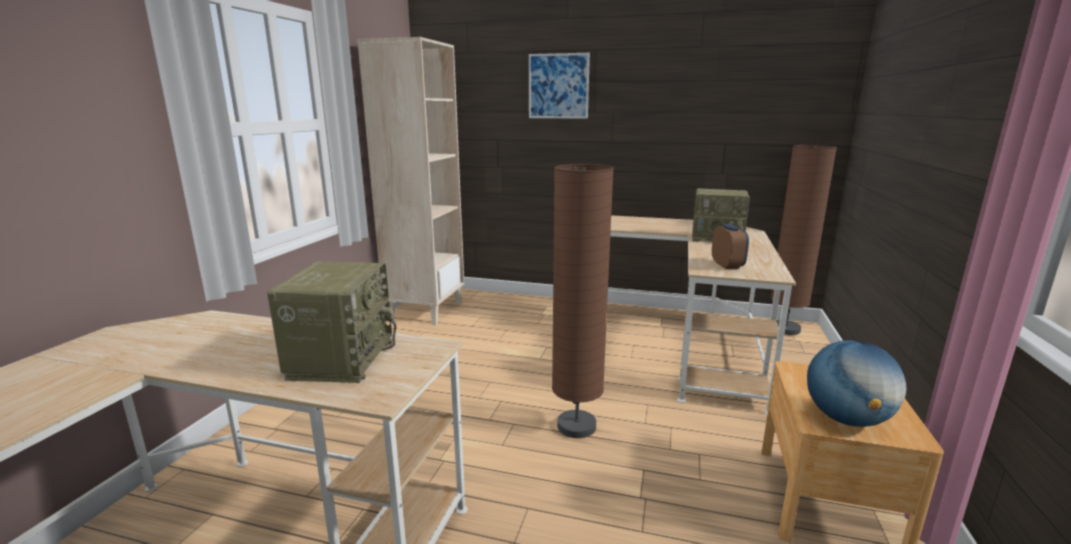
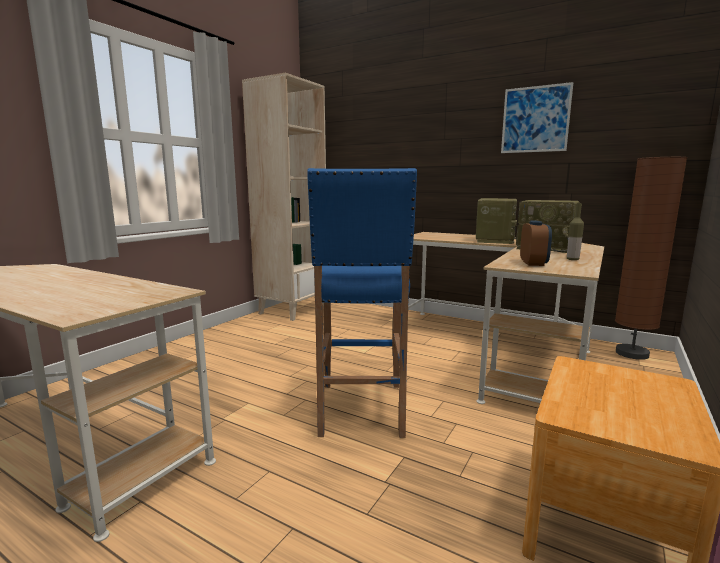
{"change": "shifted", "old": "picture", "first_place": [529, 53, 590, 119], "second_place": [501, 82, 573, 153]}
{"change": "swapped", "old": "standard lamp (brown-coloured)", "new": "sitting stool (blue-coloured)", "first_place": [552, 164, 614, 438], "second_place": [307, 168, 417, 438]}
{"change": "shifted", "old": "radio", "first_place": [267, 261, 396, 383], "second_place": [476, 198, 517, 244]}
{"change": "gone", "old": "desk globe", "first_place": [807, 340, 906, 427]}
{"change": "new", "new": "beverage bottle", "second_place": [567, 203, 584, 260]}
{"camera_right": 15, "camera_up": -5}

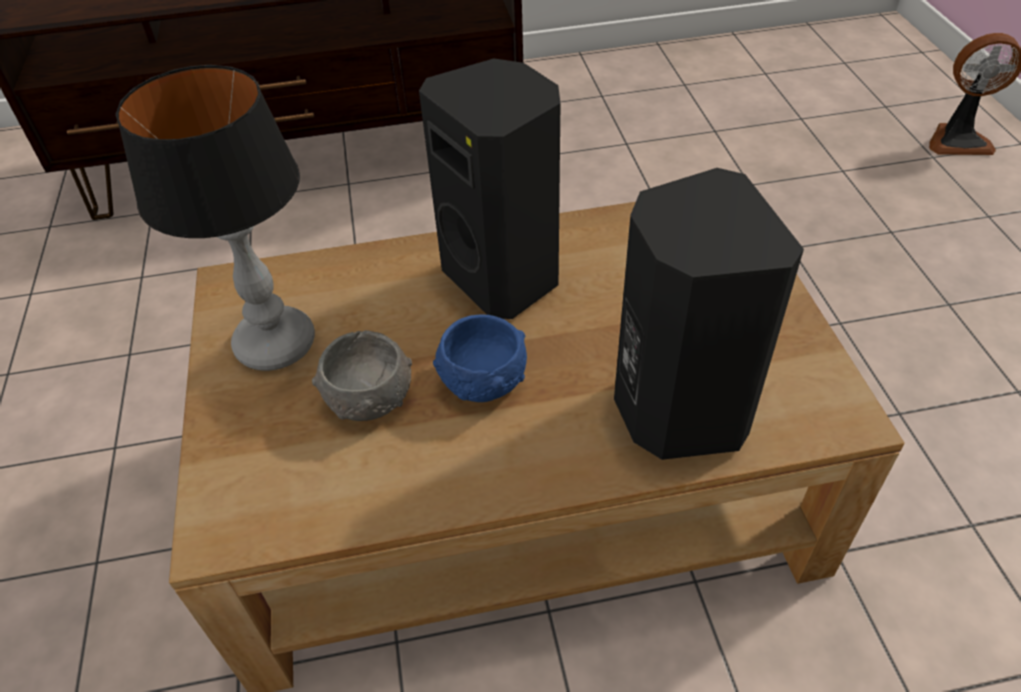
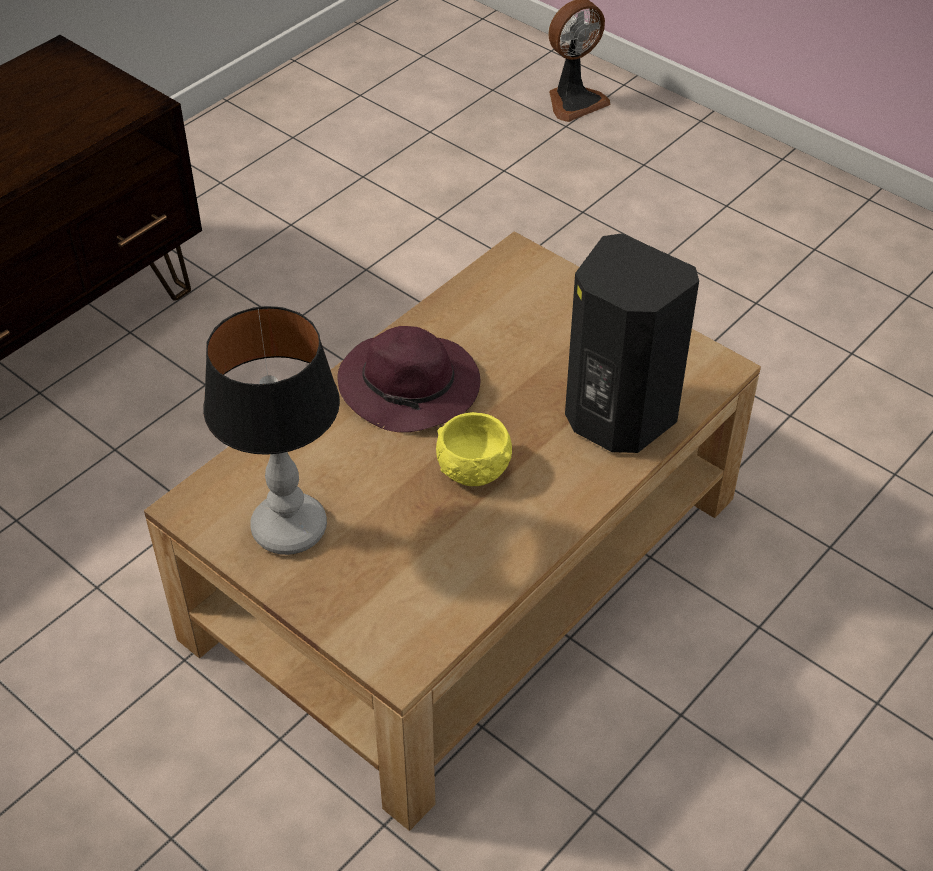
{"change": "swapped", "old": "loudspeaker (black)", "new": "wearable hat (purplish)", "first_place": [419, 58, 560, 319], "second_place": [337, 326, 481, 432]}
{"change": "repainted", "old": "deep dish (blue-coloured)", "new": "deep dish (yellowish)", "first_place": [433, 314, 527, 402], "second_place": [436, 412, 512, 486]}
{"change": "gone", "old": "deep dish (gray)", "first_place": [312, 330, 412, 421]}
{"camera_right": -40, "camera_up": 0}

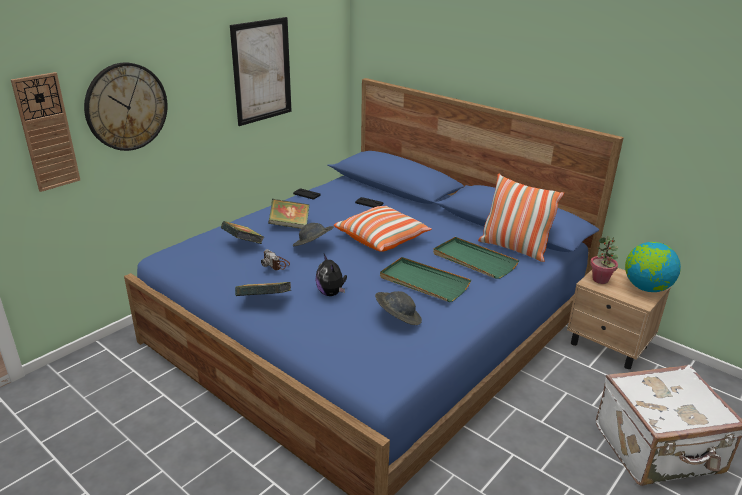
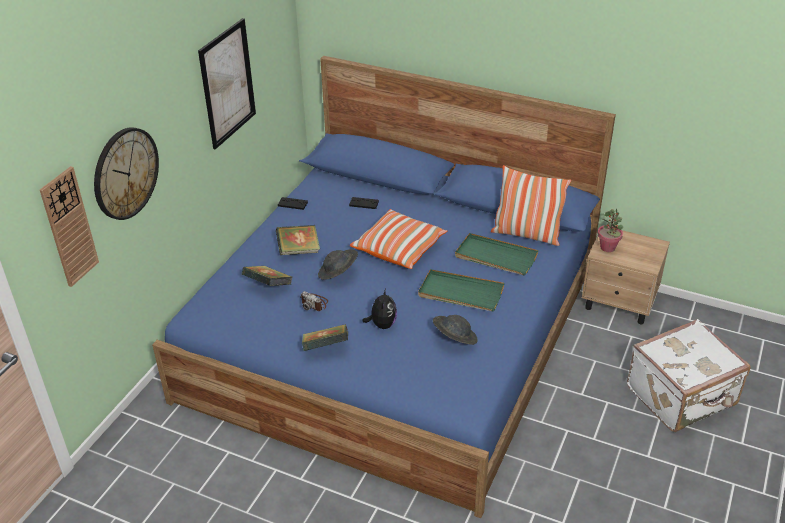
{"change": "gone", "old": "desk globe", "first_place": [625, 242, 681, 292]}
{"change": "rotated", "old": "soft toy", "first_place": [315, 254, 347, 296], "second_place": [362, 288, 397, 329], "degrees": -135}
{"camera_right": -15, "camera_up": 10}

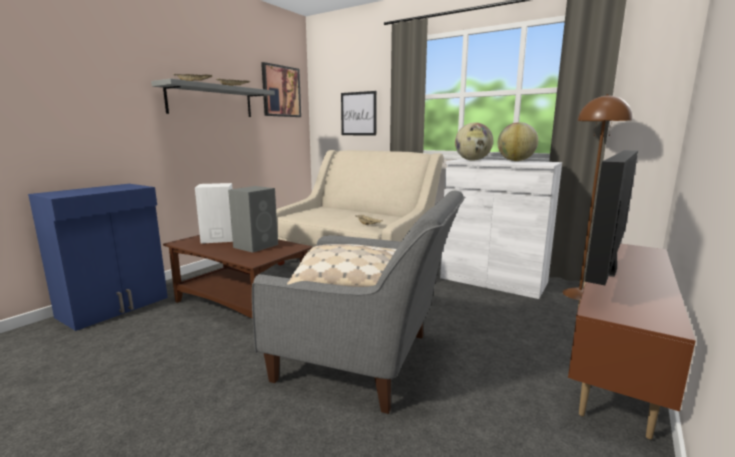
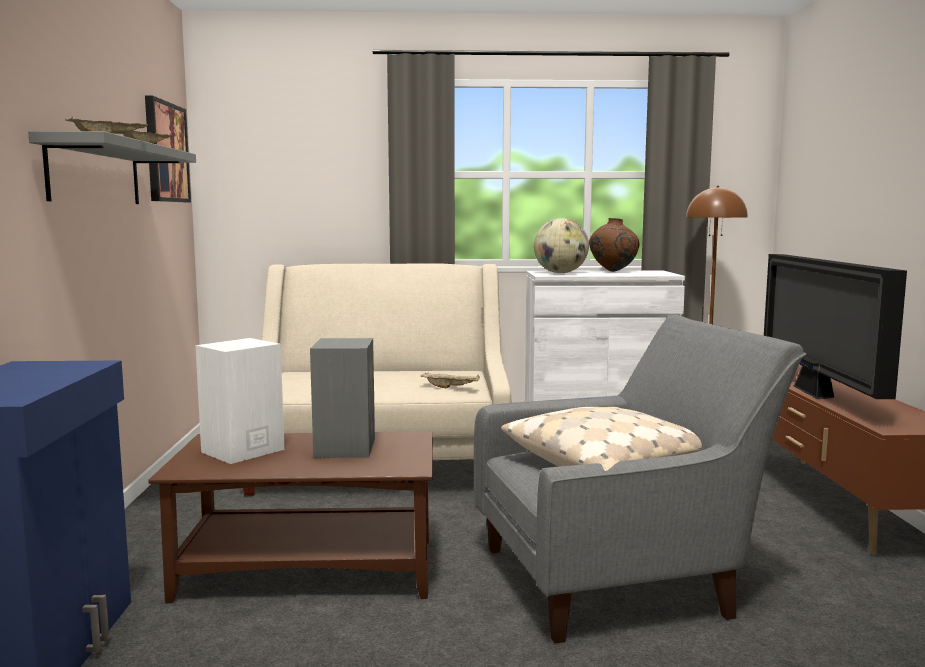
{"change": "gone", "old": "picture", "first_place": [341, 91, 377, 136]}
{"change": "swapped", "old": "desk globe", "new": "decorative vase (brown-coloured)", "first_place": [498, 122, 538, 161], "second_place": [589, 218, 639, 272]}
{"camera_right": -35, "camera_up": -5}

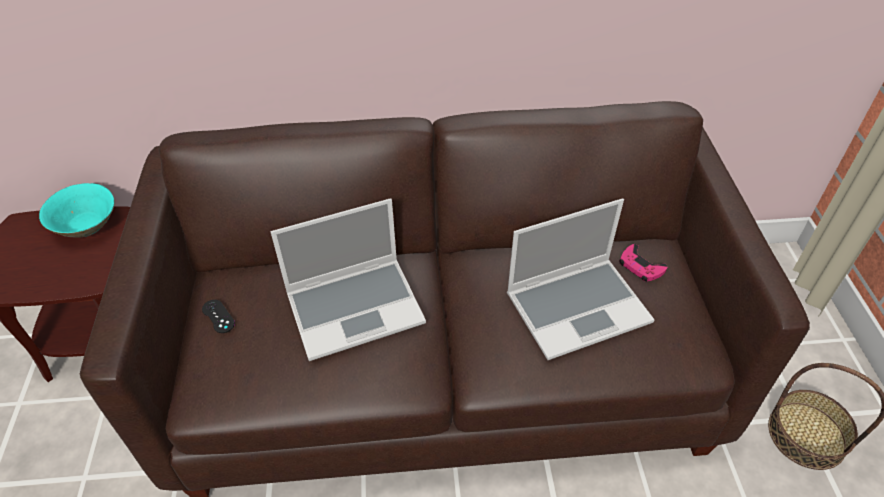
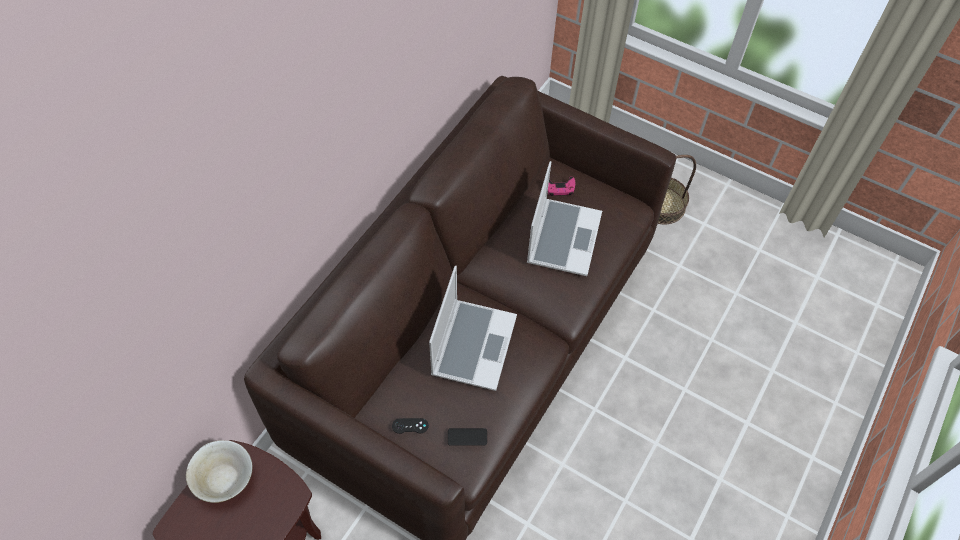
{"change": "repainted", "old": "deep dish (blue-green)", "new": "deep dish (beige)", "first_place": [39, 183, 115, 238], "second_place": [186, 440, 253, 503]}
{"change": "new", "new": "phone", "second_place": [448, 428, 487, 446]}
{"camera_right": -55, "camera_up": 10}

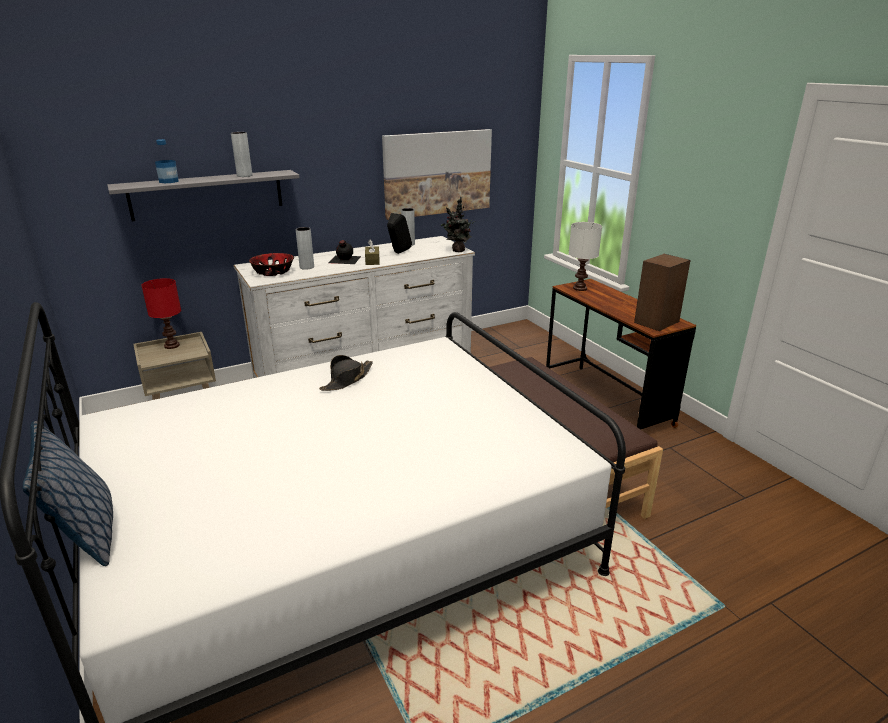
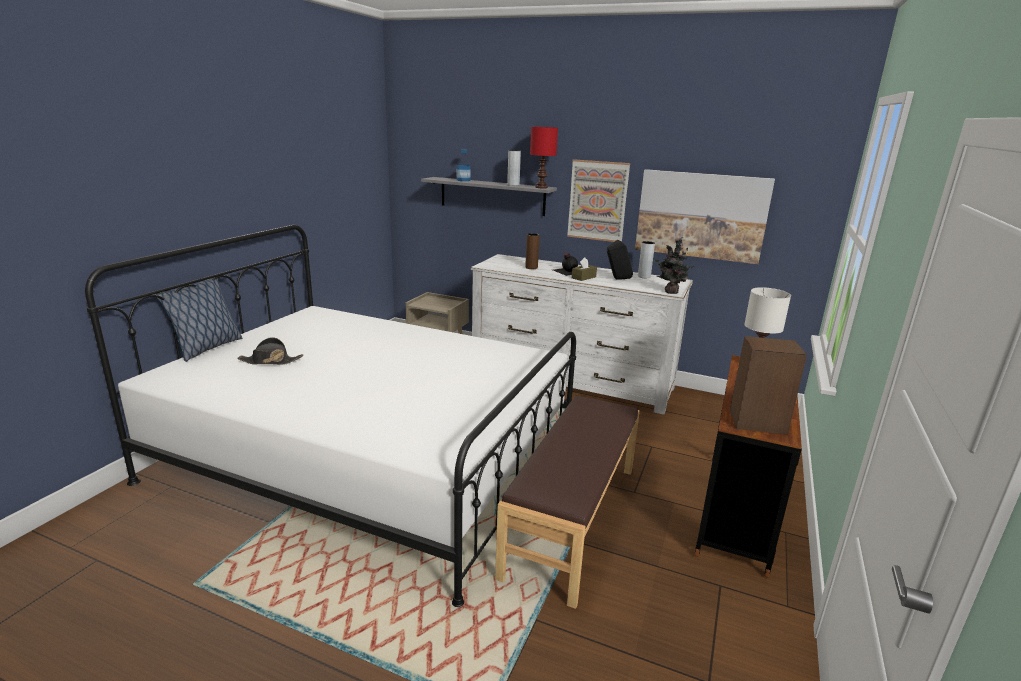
{"change": "repainted", "old": "decorative vase (gray)", "new": "decorative vase (brown-coloured)", "first_place": [296, 227, 314, 270], "second_place": [525, 233, 540, 269]}
{"change": "gone", "old": "deep dish", "first_place": [249, 253, 294, 276]}
{"change": "shifted", "old": "tabletop lamp (red)", "first_place": [141, 278, 181, 349], "second_place": [530, 127, 558, 188]}
{"change": "shifted", "old": "wearable hat (black)", "first_place": [319, 355, 373, 391], "second_place": [237, 337, 303, 365]}
{"change": "new", "new": "picture", "second_place": [567, 159, 630, 242]}
{"camera_right": 50, "camera_up": -5}

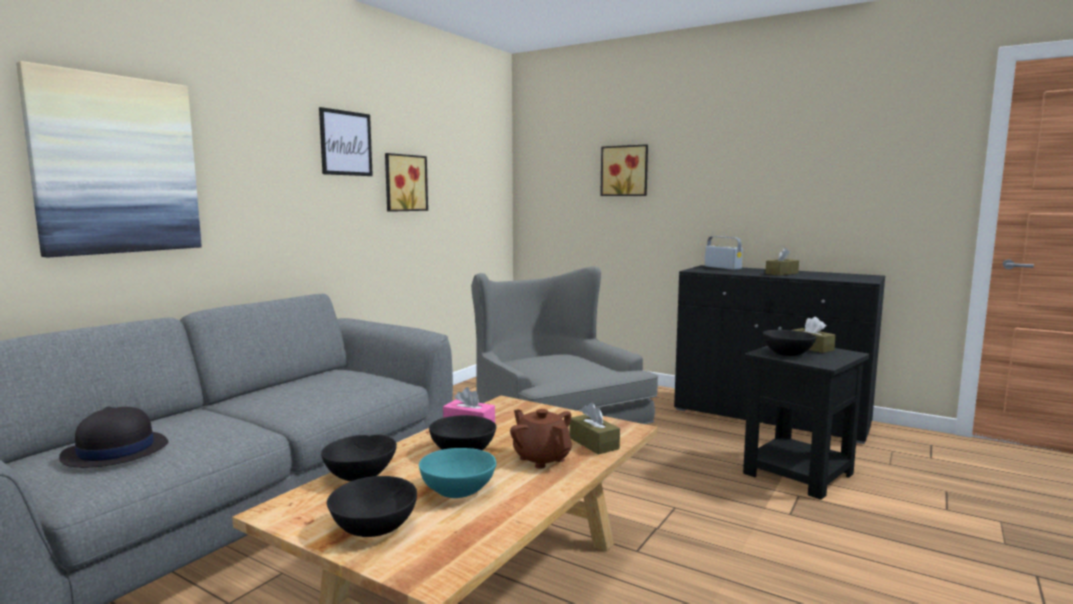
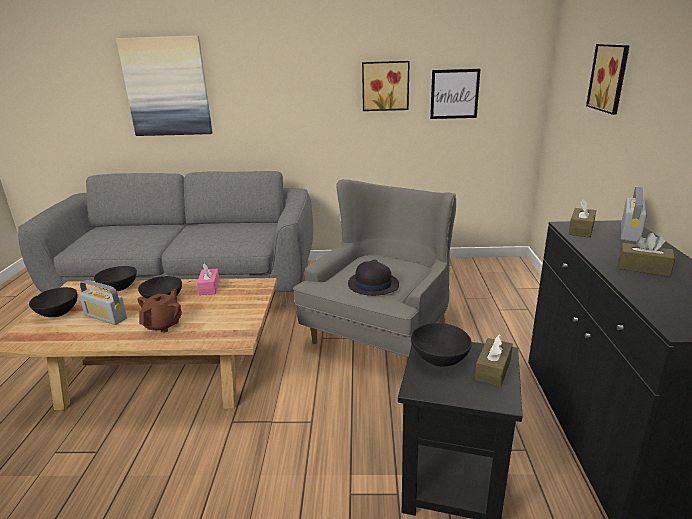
{"change": "shifted", "old": "picture", "first_place": [319, 107, 373, 176], "second_place": [430, 69, 480, 119]}
{"change": "shifted", "old": "tissue box (brown-coloured)", "first_place": [570, 403, 620, 455], "second_place": [568, 199, 596, 238]}
{"change": "shifted", "old": "wearable hat (black)", "first_place": [59, 407, 169, 468], "second_place": [348, 259, 399, 296]}
{"change": "swapped", "old": "deep dish (blue-green)", "new": "radio", "first_place": [419, 448, 496, 498], "second_place": [79, 280, 127, 325]}
{"camera_right": 60, "camera_up": 15}

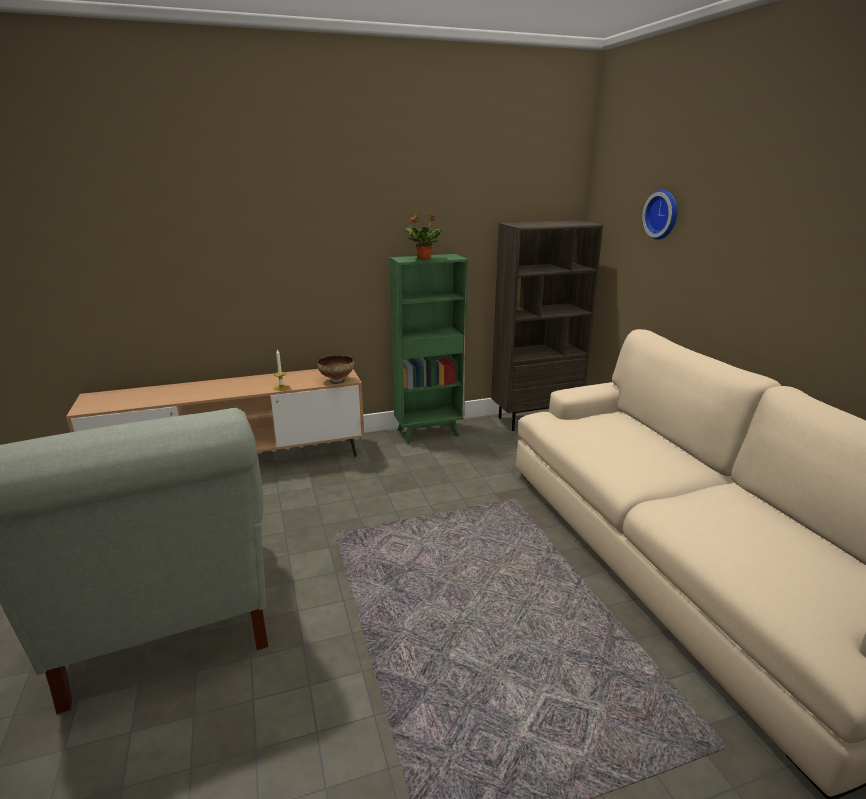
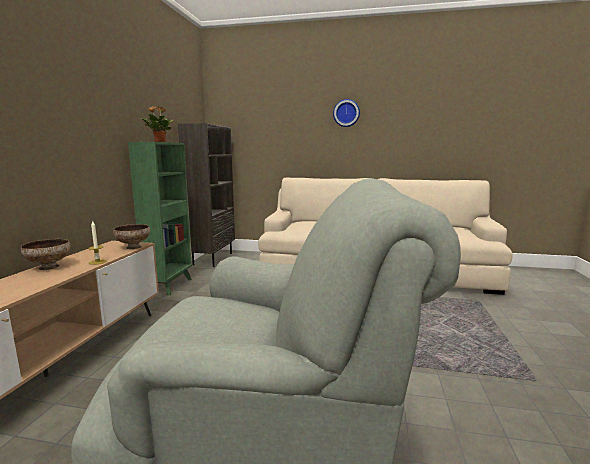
{"change": "shifted", "old": "hanging clock", "first_place": [642, 190, 678, 240], "second_place": [333, 99, 360, 127]}
{"change": "new", "new": "deep dish", "second_place": [21, 239, 70, 270]}
{"camera_right": -60, "camera_up": -10}

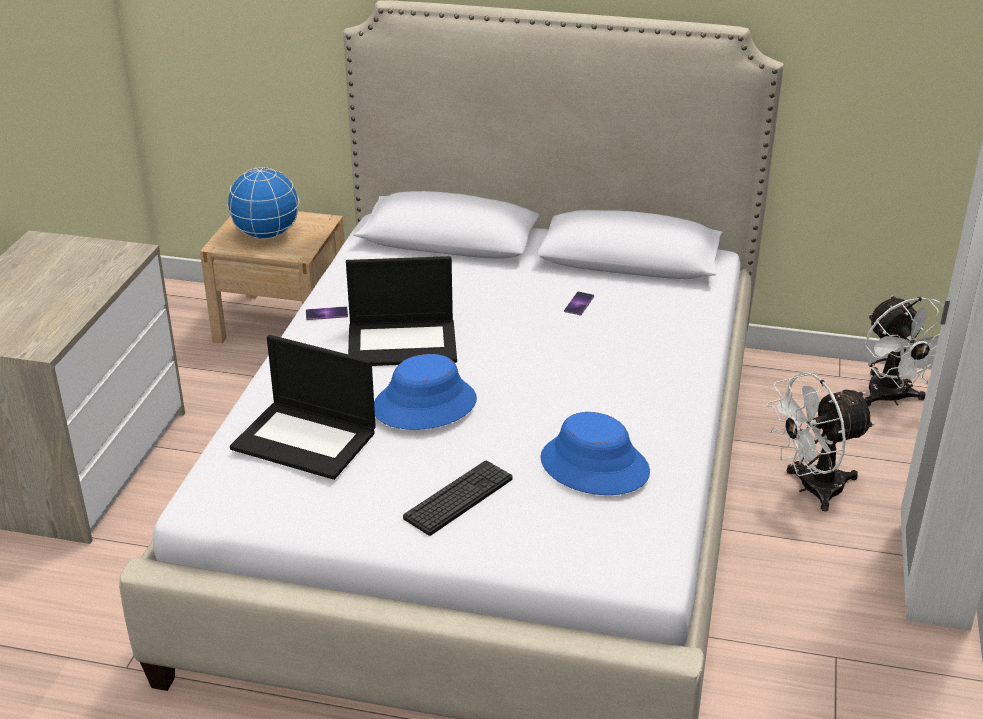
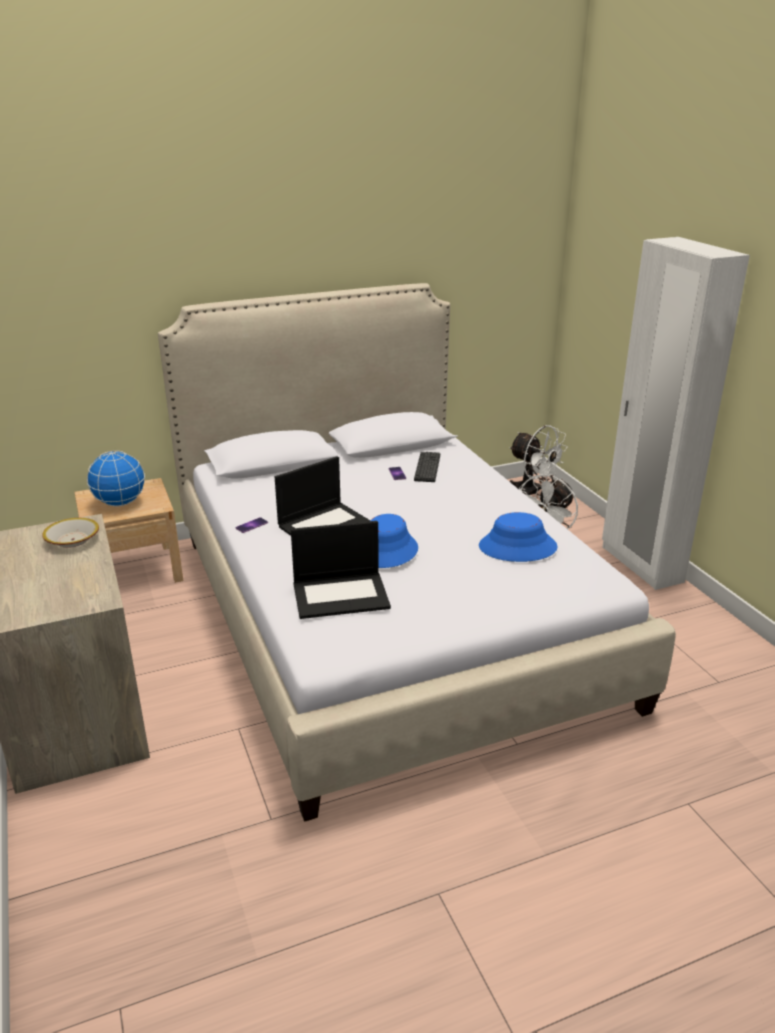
{"change": "shifted", "old": "keyboard", "first_place": [403, 461, 513, 536], "second_place": [414, 452, 440, 482]}
{"change": "new", "new": "deep dish", "second_place": [42, 518, 99, 548]}
{"camera_right": -35, "camera_up": -5}

